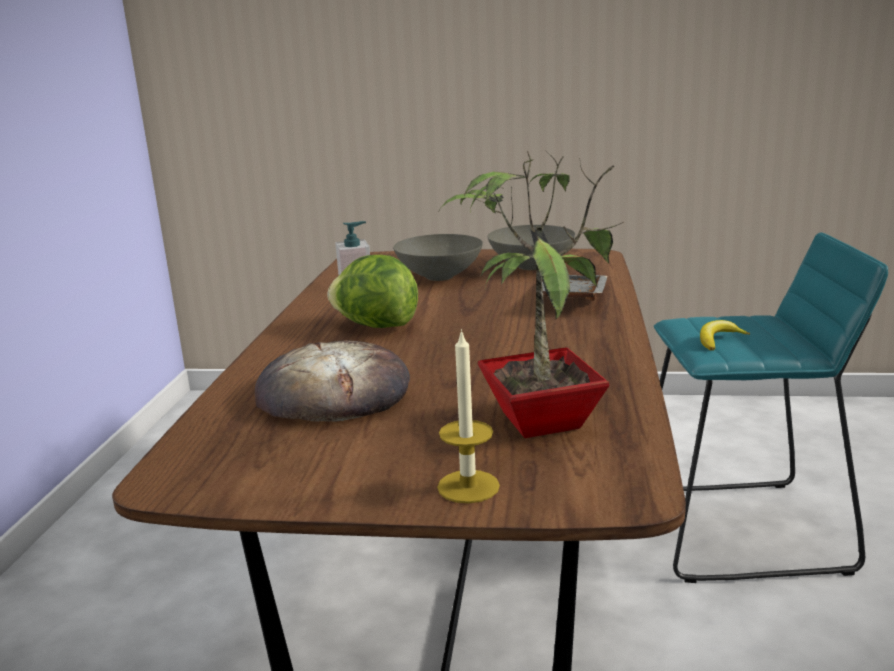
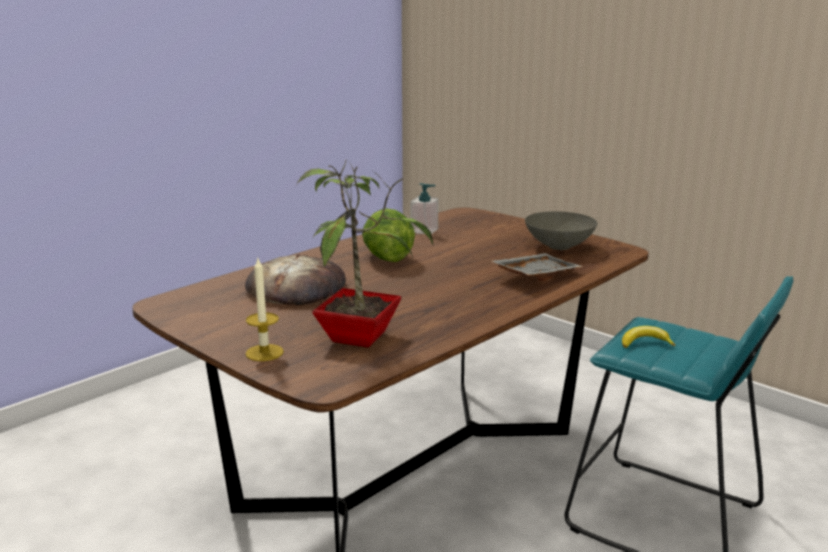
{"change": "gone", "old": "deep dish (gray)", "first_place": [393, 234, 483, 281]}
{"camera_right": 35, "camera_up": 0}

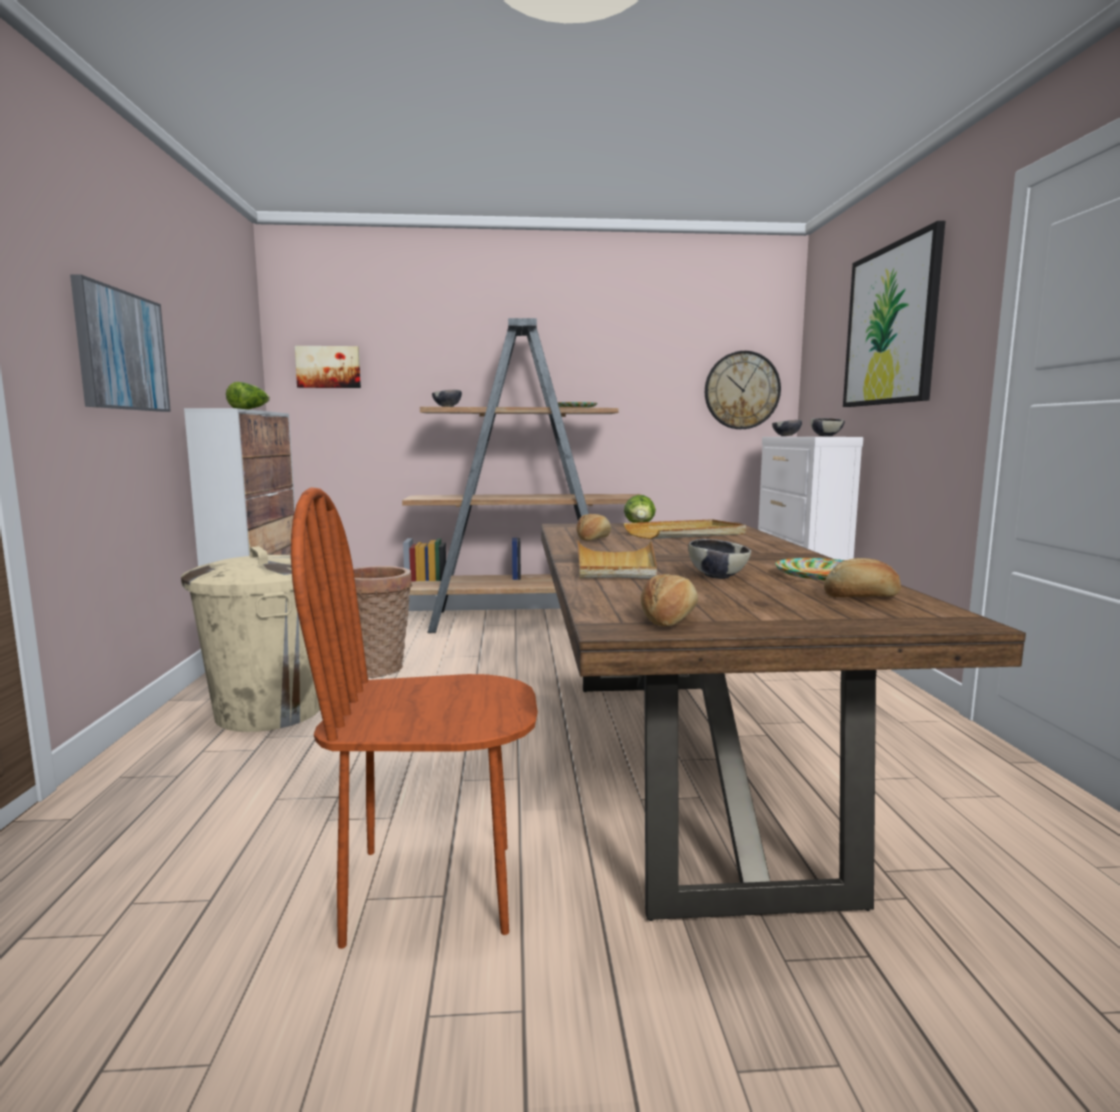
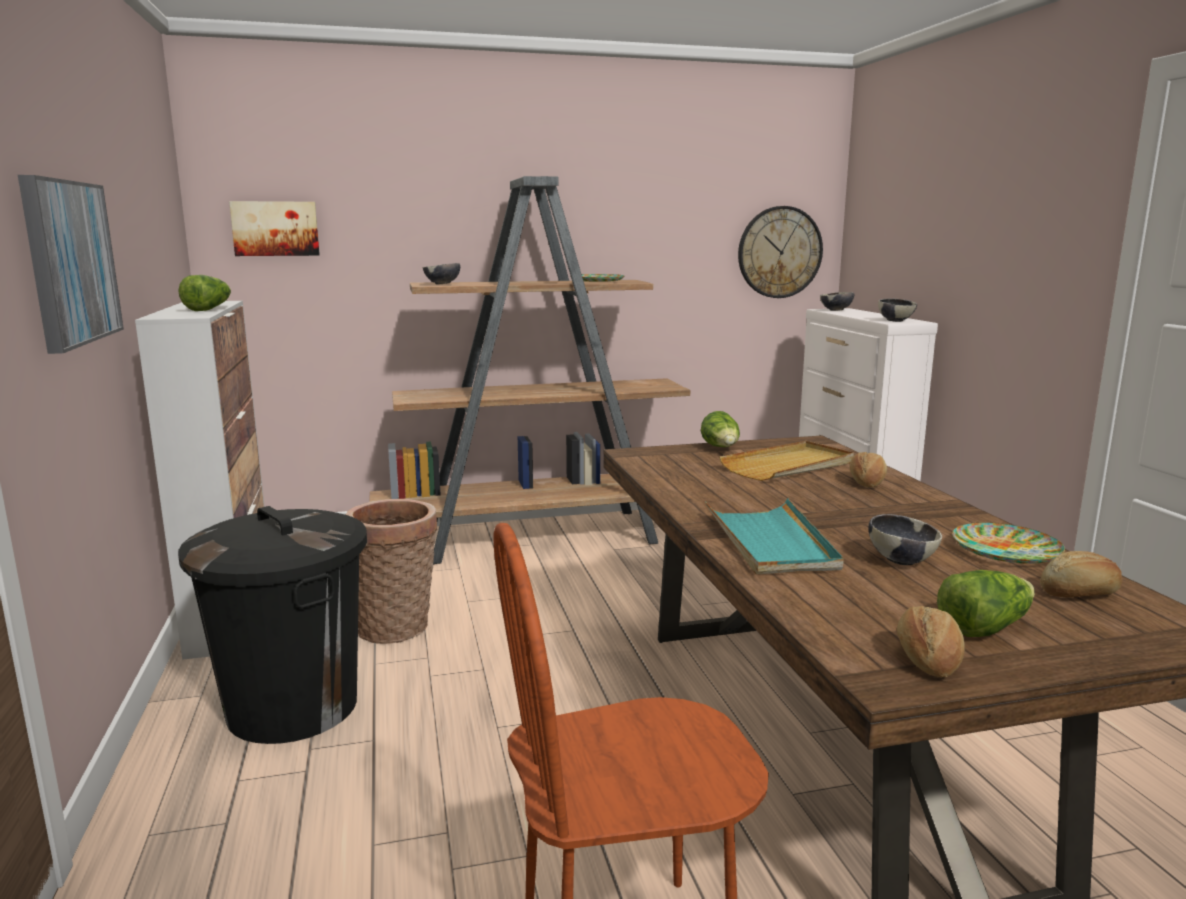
{"change": "gone", "old": "picture", "first_place": [843, 221, 945, 407]}
{"change": "shifted", "old": "bread", "first_place": [577, 514, 611, 541], "second_place": [849, 452, 887, 487]}
{"change": "repainted", "old": "tray (beige)", "new": "tray (blue-green)", "first_place": [578, 540, 657, 579], "second_place": [705, 498, 844, 574]}
{"change": "repainted", "old": "trash can (beige)", "new": "trash can (black)", "first_place": [181, 546, 320, 732], "second_place": [178, 506, 367, 744]}
{"change": "new", "new": "head of lettuce", "second_place": [937, 570, 1035, 637]}
{"camera_right": -10, "camera_up": 5}

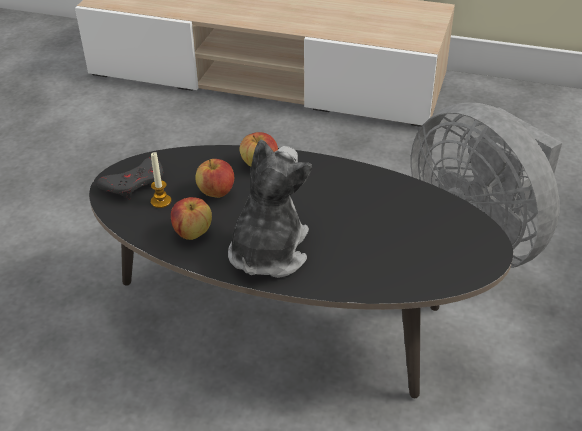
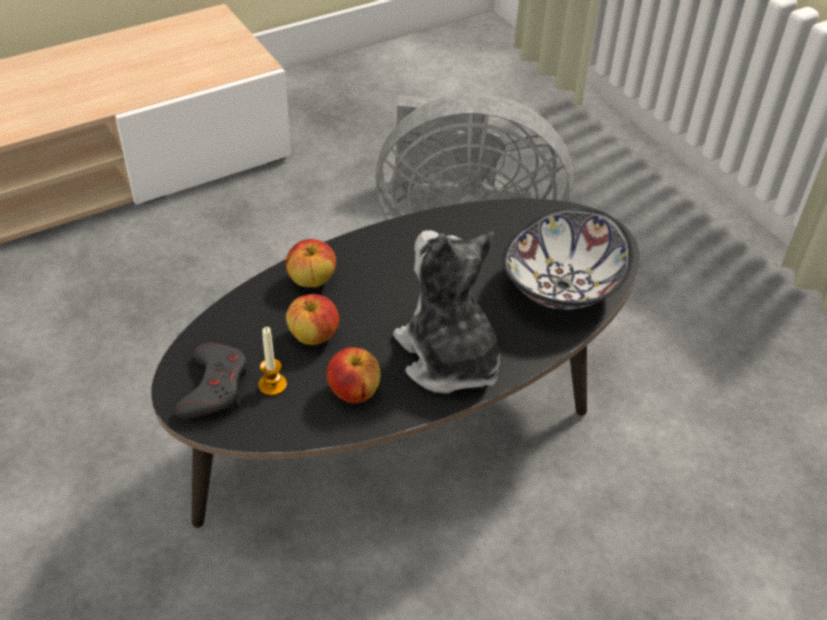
{"change": "new", "new": "deep dish", "second_place": [502, 208, 634, 310]}
{"camera_right": -50, "camera_up": 5}

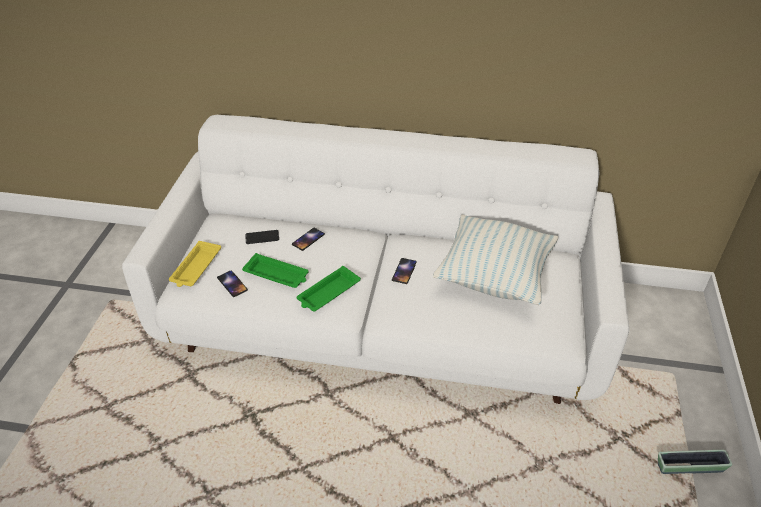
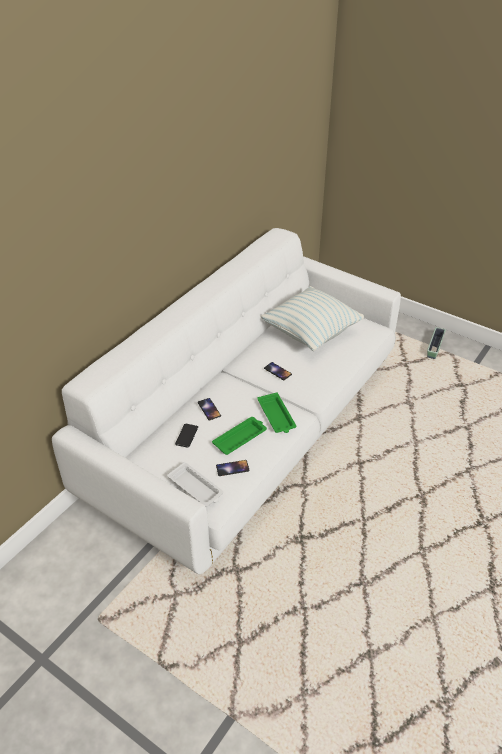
{"change": "repainted", "old": "tray (yellowish)", "new": "tray (white-coloured)", "first_place": [169, 241, 221, 287], "second_place": [167, 462, 224, 507]}
{"camera_right": -65, "camera_up": 0}

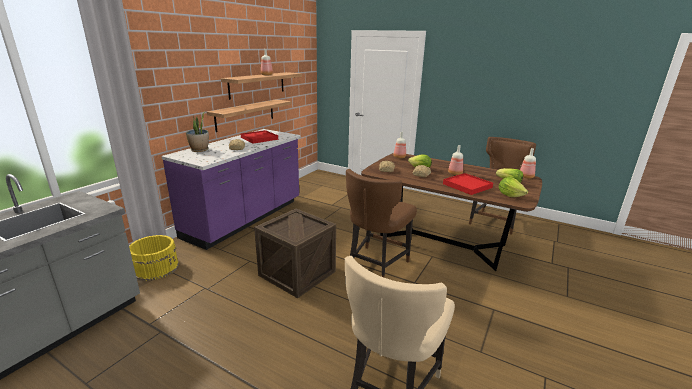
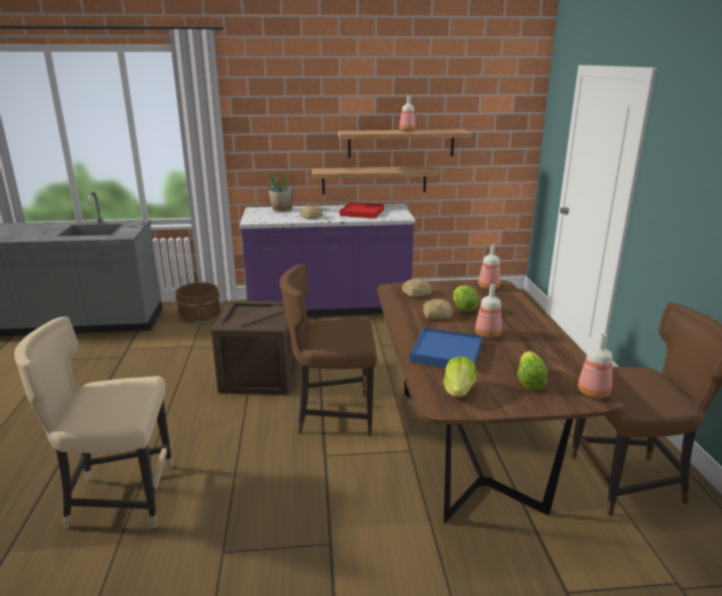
{"change": "repainted", "old": "tray (red)", "new": "tray (blue-coloured)", "first_place": [443, 173, 493, 195], "second_place": [410, 328, 482, 368]}
{"change": "repainted", "old": "pail (yellowish)", "new": "pail (brown-coloured)", "first_place": [129, 235, 179, 281], "second_place": [175, 282, 222, 324]}
{"camera_right": 55, "camera_up": 0}

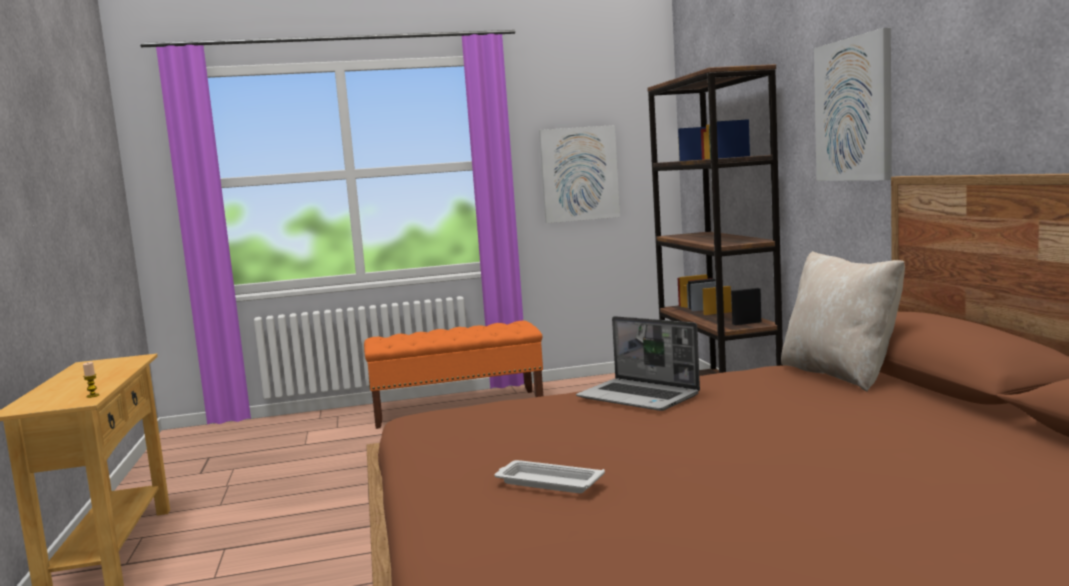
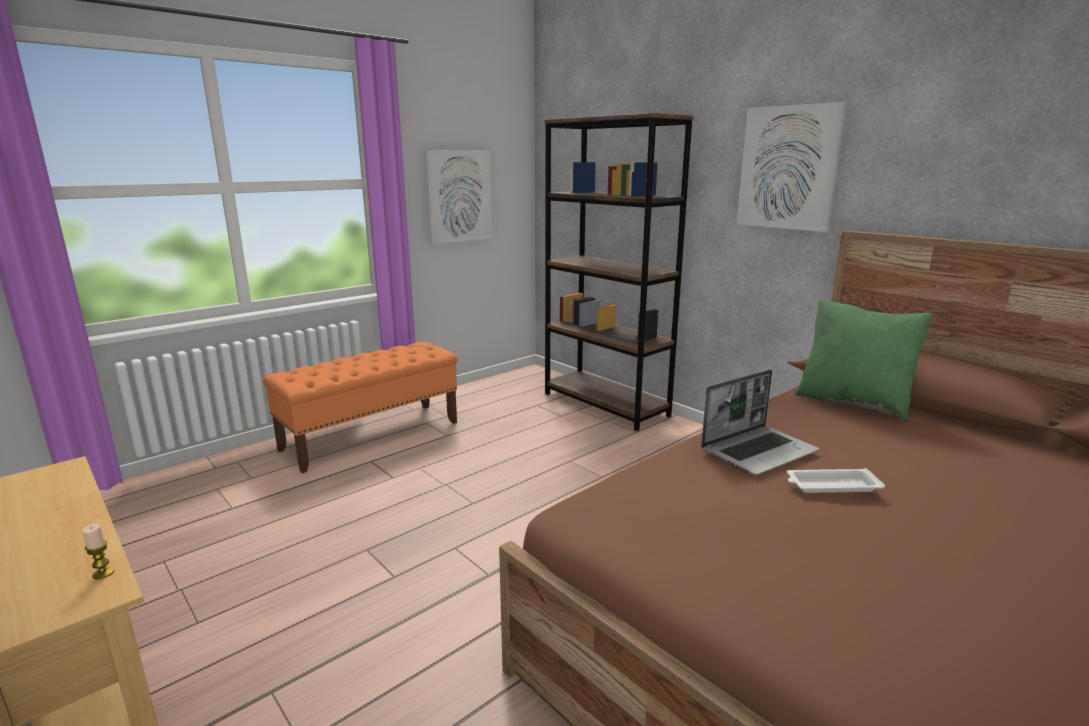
{"change": "repainted", "old": "pillow (beige)", "new": "pillow (greenish)", "first_place": [781, 251, 905, 391], "second_place": [795, 298, 934, 422]}
{"change": "rotated", "old": "portable computer", "first_place": [576, 316, 700, 411], "second_place": [701, 370, 819, 475], "degrees": -45}
{"change": "shifted", "old": "tray (white-coloured)", "first_place": [494, 460, 605, 493], "second_place": [787, 468, 885, 493]}
{"camera_right": -30, "camera_up": 10}

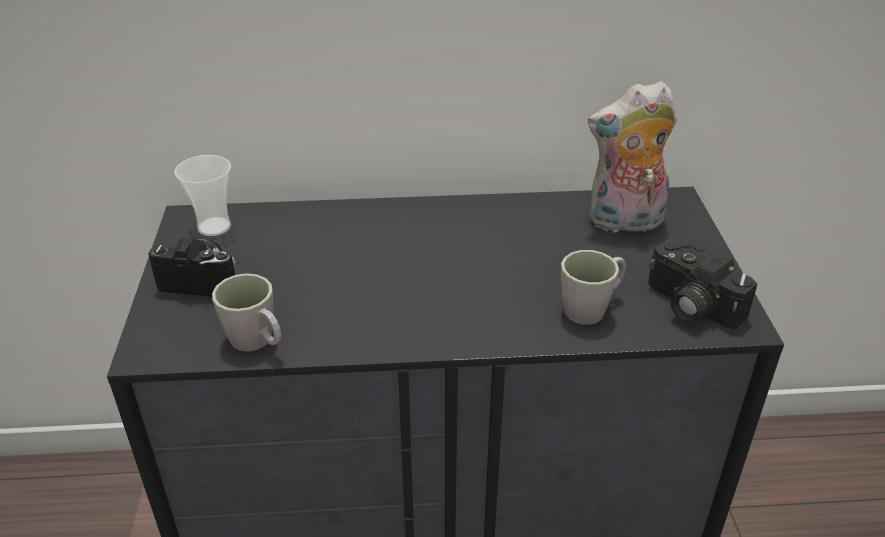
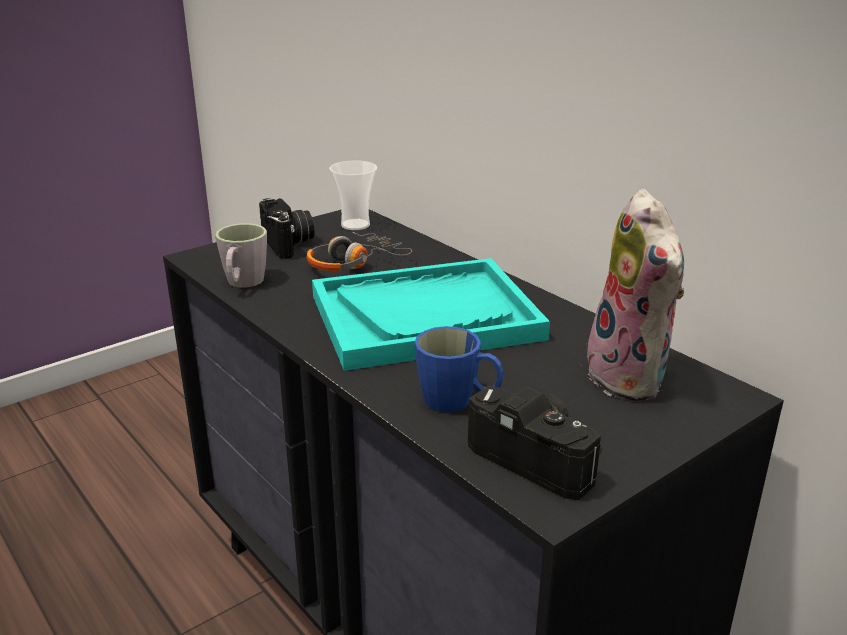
{"change": "rotated", "old": "soft toy", "first_place": [588, 81, 677, 236], "second_place": [581, 189, 685, 401], "degrees": -150}
{"change": "rotated", "old": "photo camera", "first_place": [648, 239, 757, 330], "second_place": [468, 386, 602, 500], "degrees": 120}
{"change": "repainted", "old": "coffee mug (gray)", "new": "coffee mug (blue-coloured)", "first_place": [561, 250, 626, 325], "second_place": [414, 326, 503, 412]}
{"change": "new", "new": "headset", "second_place": [307, 232, 412, 271]}
{"change": "new", "new": "tray (blue-green)", "second_place": [312, 258, 550, 371]}
{"camera_right": 55, "camera_up": -10}

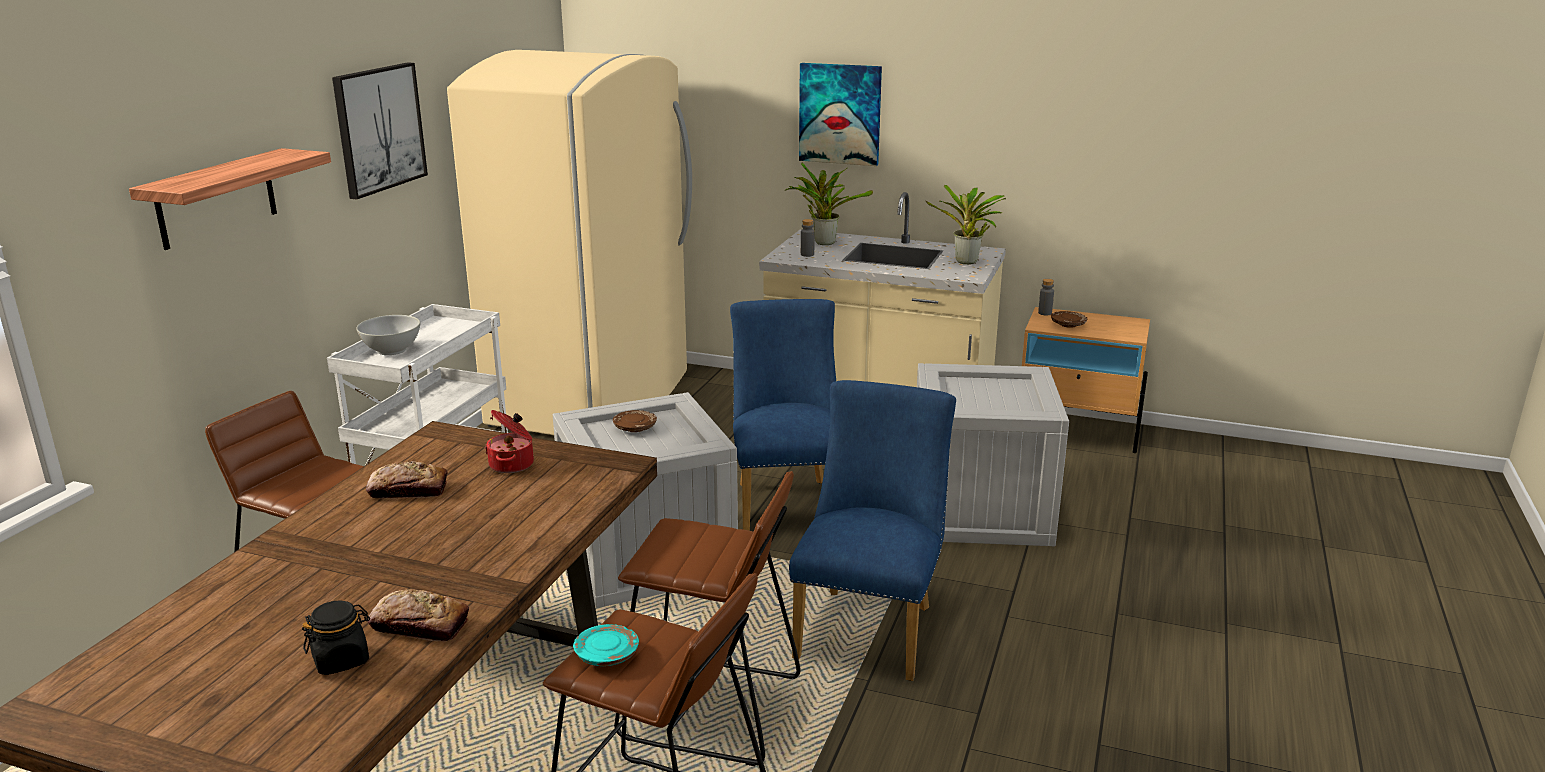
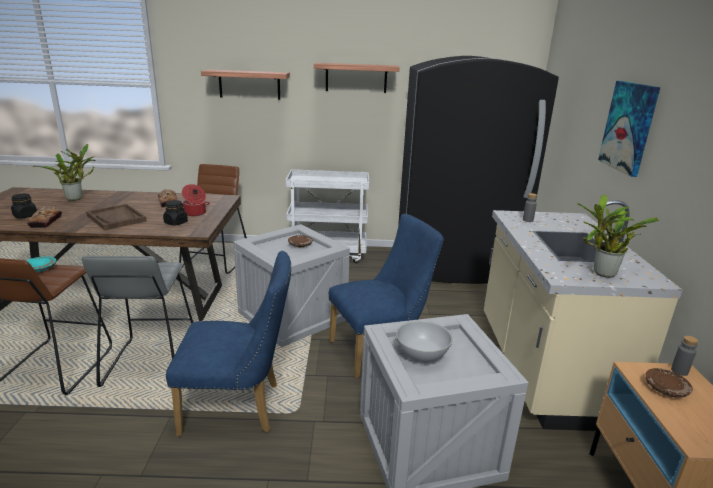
{"change": "repainted", "old": "kitchen fridge (beige)", "new": "kitchen fridge (black)", "first_place": [447, 50, 692, 435], "second_place": [398, 56, 559, 284]}
{"change": "swapped", "old": "picture", "new": "wall shelf", "first_place": [332, 62, 428, 199], "second_place": [314, 63, 399, 93]}
{"change": "shifted", "old": "houseplant", "first_place": [785, 163, 873, 245], "second_place": [32, 144, 96, 201]}
{"change": "shifted", "old": "deep dish (white-coloured)", "first_place": [356, 315, 420, 355], "second_place": [396, 320, 453, 364]}
{"change": "repainted", "old": "sitting stool (brown-coloured)", "new": "sitting stool (gray)", "first_place": [614, 471, 800, 766], "second_place": [82, 256, 193, 387]}
{"change": "new", "new": "storage jar (black)", "second_place": [163, 200, 188, 226]}
{"change": "new", "new": "tray (brown-coloured)", "second_place": [86, 204, 147, 230]}
{"camera_right": 70, "camera_up": 0}

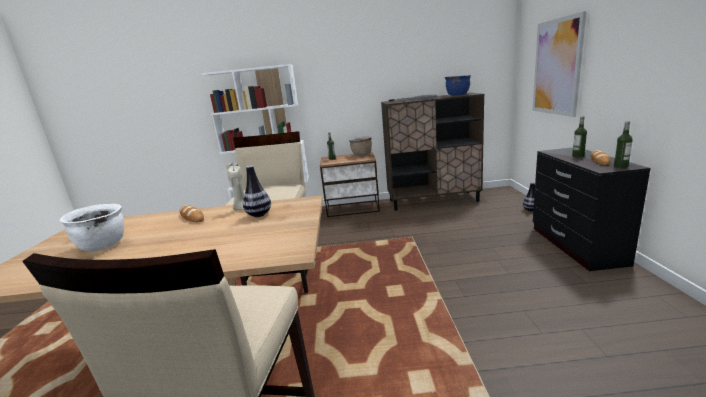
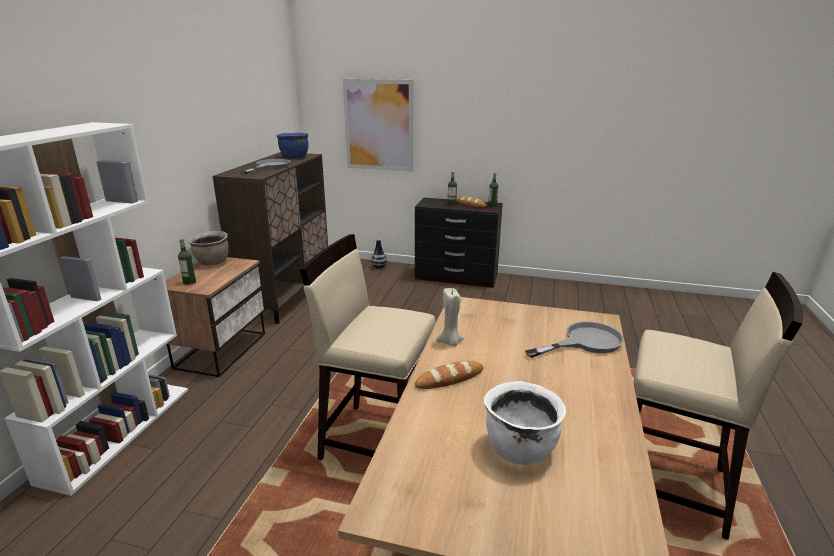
{"change": "gone", "old": "decorative vase", "first_place": [243, 166, 271, 217]}
{"change": "new", "new": "frying pan (gray)", "second_place": [525, 322, 624, 358]}
{"camera_right": -75, "camera_up": 5}

